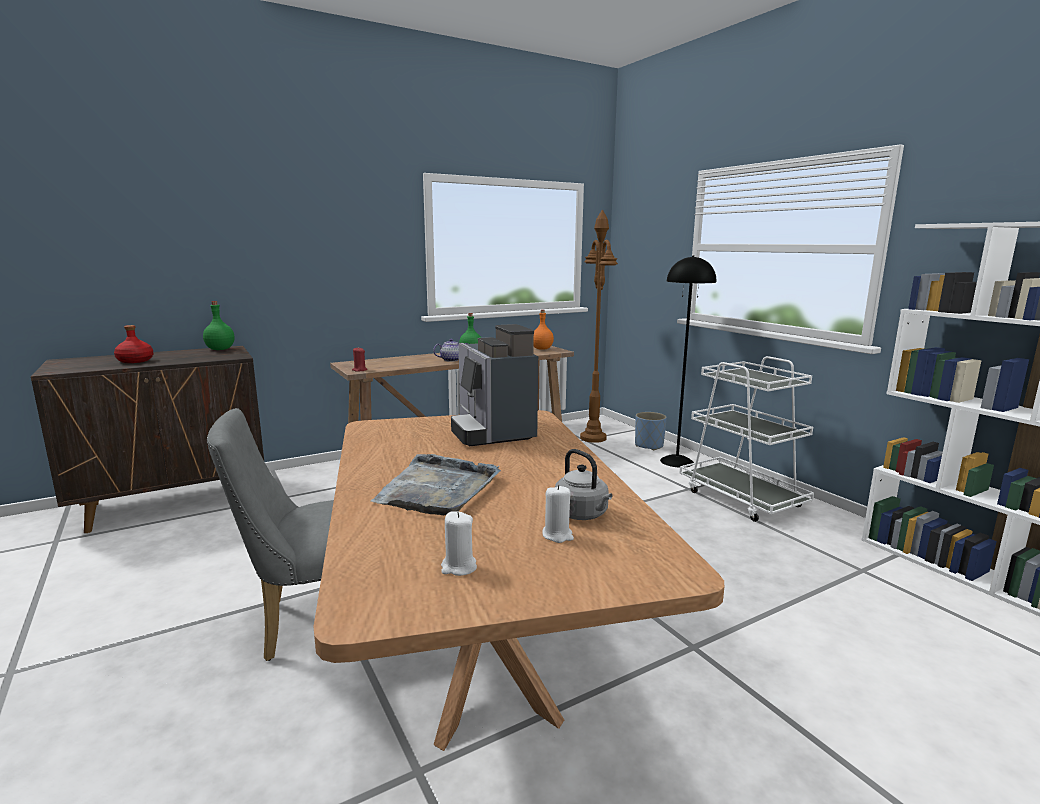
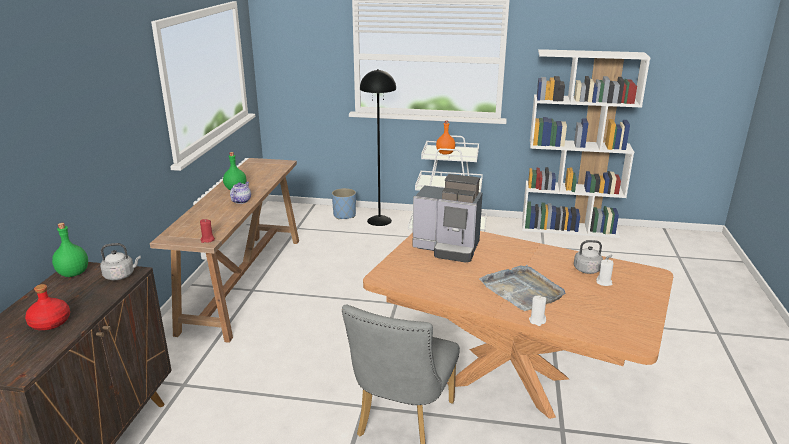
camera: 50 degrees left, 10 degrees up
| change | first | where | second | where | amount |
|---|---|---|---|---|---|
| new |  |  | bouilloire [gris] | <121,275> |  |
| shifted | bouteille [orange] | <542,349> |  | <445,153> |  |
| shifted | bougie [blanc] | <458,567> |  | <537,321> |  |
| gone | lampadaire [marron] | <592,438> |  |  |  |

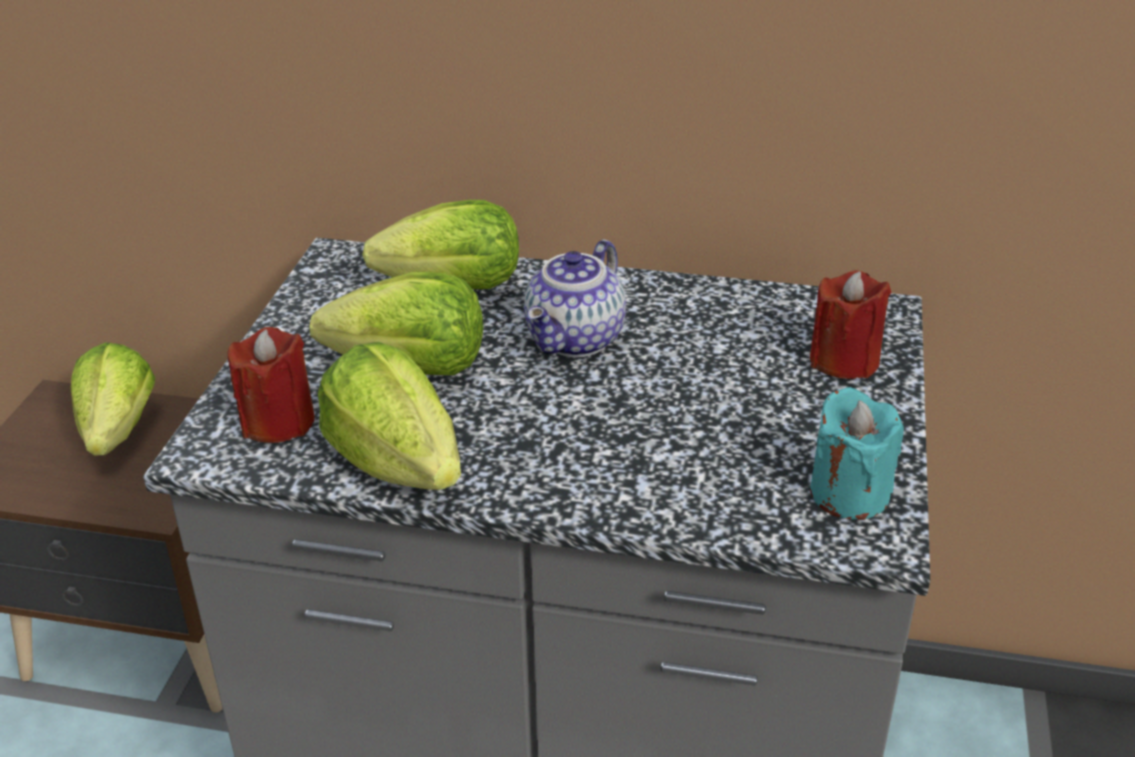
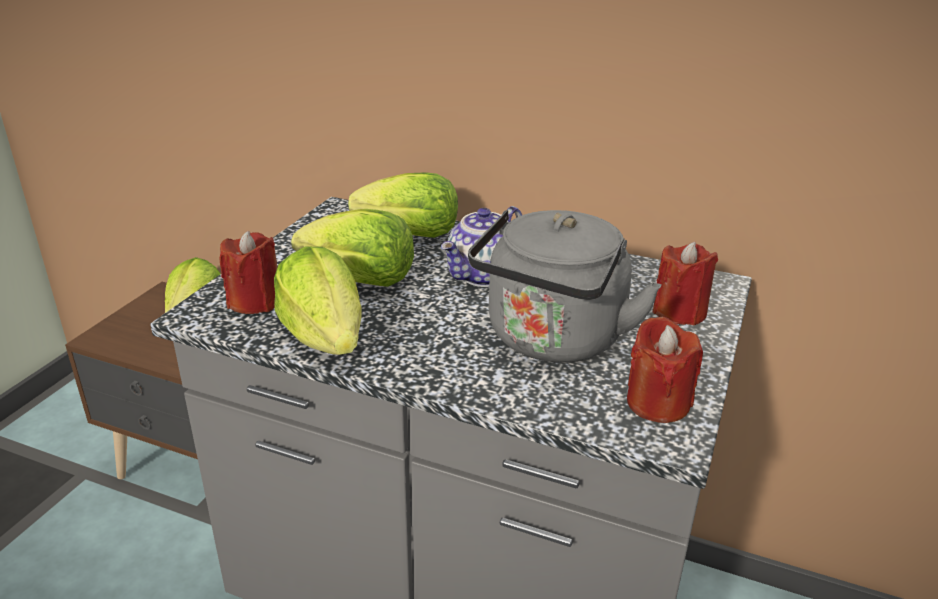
camera: 10 degrees right, 5 degrees down
| change | first | where | second | where | amount |
|---|---|---|---|---|---|
| new |  |  | bouilloire [gris] | <552,341> |  |
| repainted | bougie [turquoise] | <849,493> | bougie [rouge] | <657,403> |  |

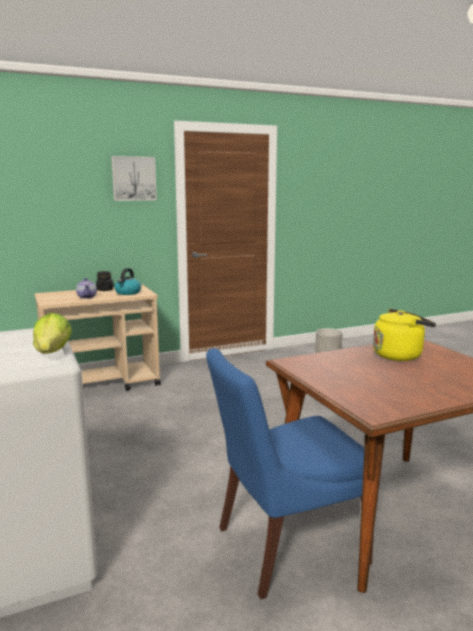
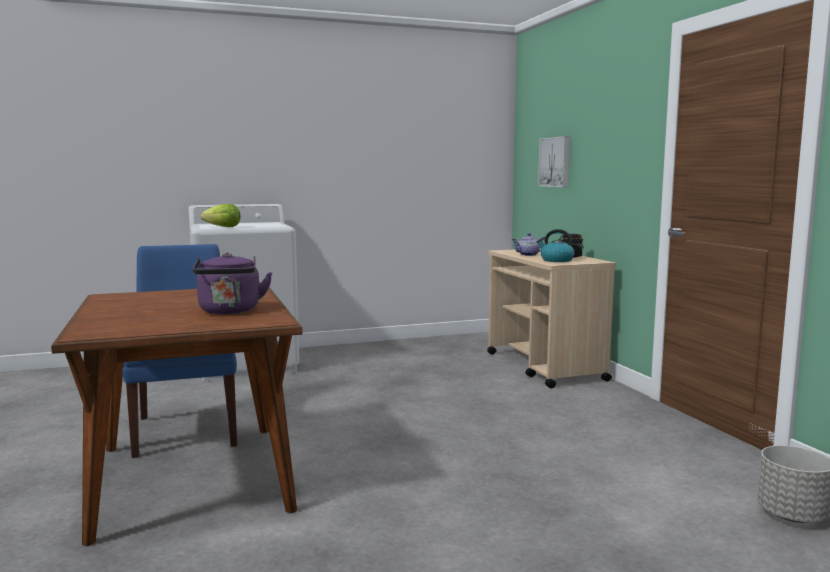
camera: 95 degrees right, 5 degrees down
| change | first | where | second | where | amount |
|---|---|---|---|---|---|
| repainted | bouilloire [jaune] | <399,355> | bouilloire [violet] | <230,311> |  |
| shifted | tableau | <133,178> |  | <556,162> |  |

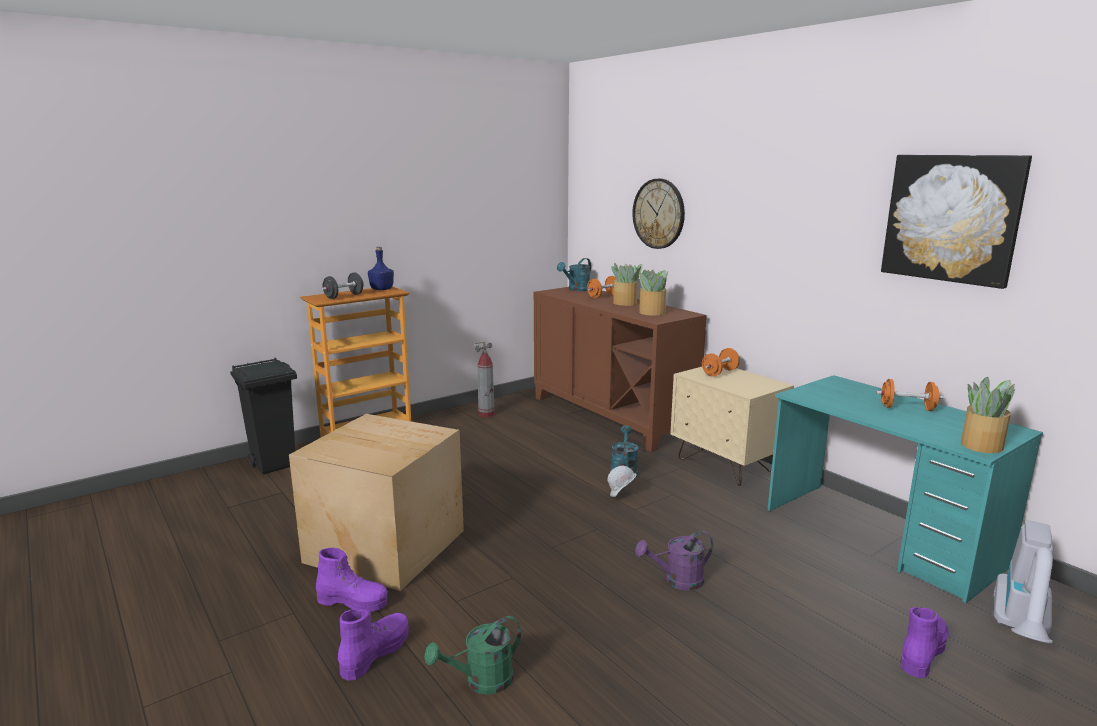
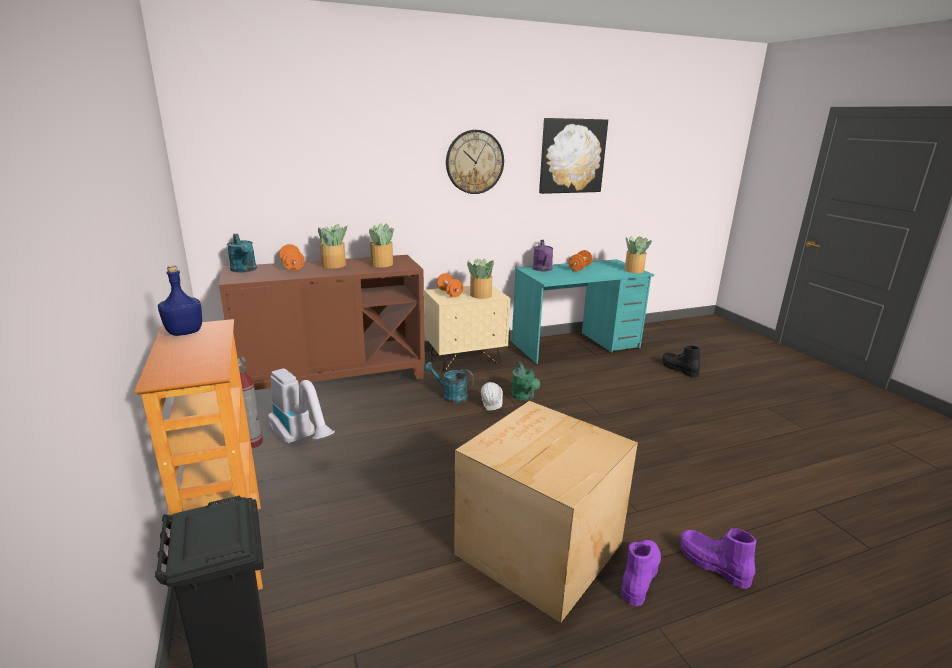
camera: 75 degrees left, 5 degrees up
| change | first | where | second | where | amount |
|---|---|---|---|---|---|
| shifted | aspirateur | <1021,630> |  | <301,439> |  |
| shifted | horloge murale | <658,213> |  | <474,162> |  |
| new |  |  | plante en pot | <480,295> |  |
| shifted | arrosoir [vert] | <481,682> |  | <524,397> |  |
| shifted | arrosoir [violet] | <677,581> |  | <543,269> |  |
| repainted | botte [violet] | <922,652> | botte [noir] | <679,369> |  |
| gone | haltère [noir] | <344,296> |  |  |  |

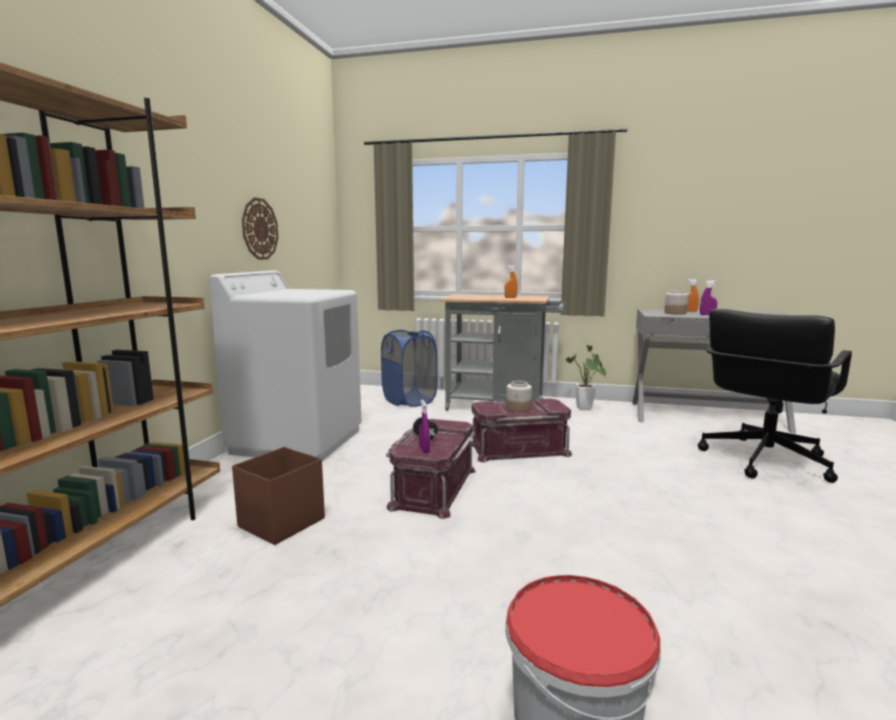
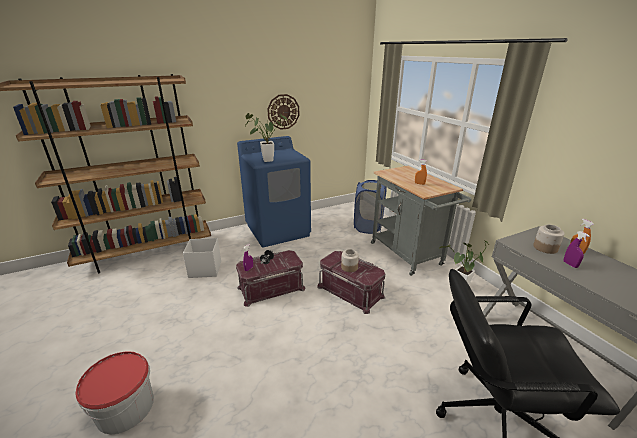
camera: 50 degrees right, 15 degrees up
| change | first | where | second | where | amount |
|---|---|---|---|---|---|
| repainted | boîte de rangement [marron] | <280,523> | boîte de rangement [blanc] | <204,269> |  |
| repainted | lave-linge [blanc] | <298,441> | lave-linge [bleu] | <278,230> |  |
| new |  |  | plante en pot | <265,160> |  |

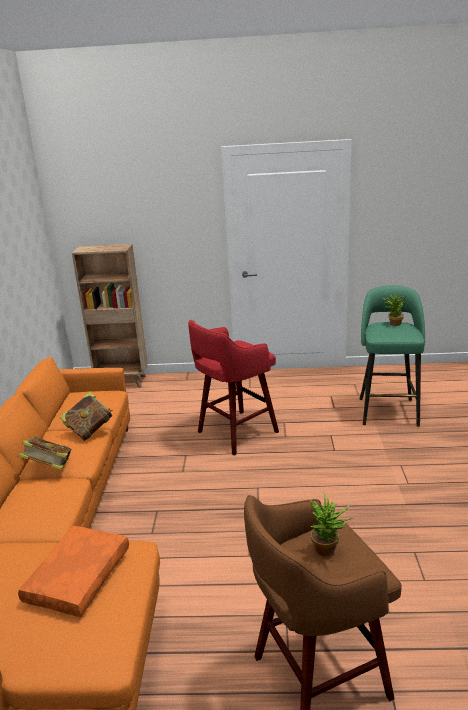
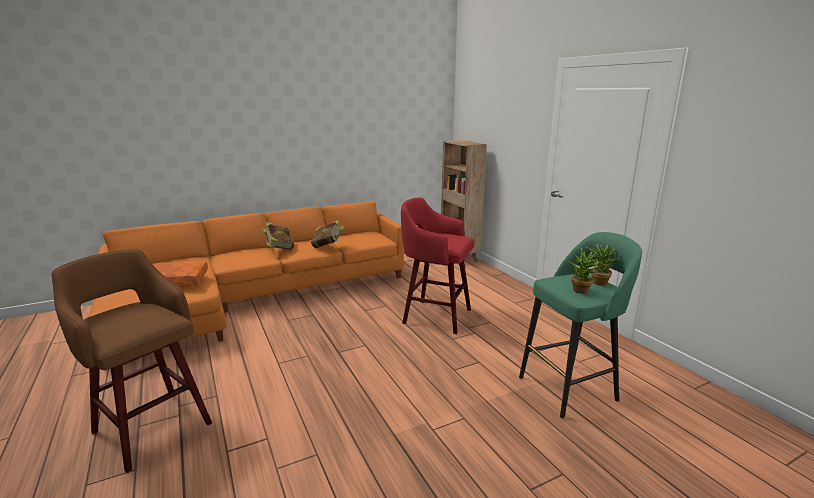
camera: 60 degrees right, 5 degrees down
| change | first | where | second | where | amount |
|---|---|---|---|---|---|
| shifted | plante en pot | <329,550> |  | <581,292> |  |

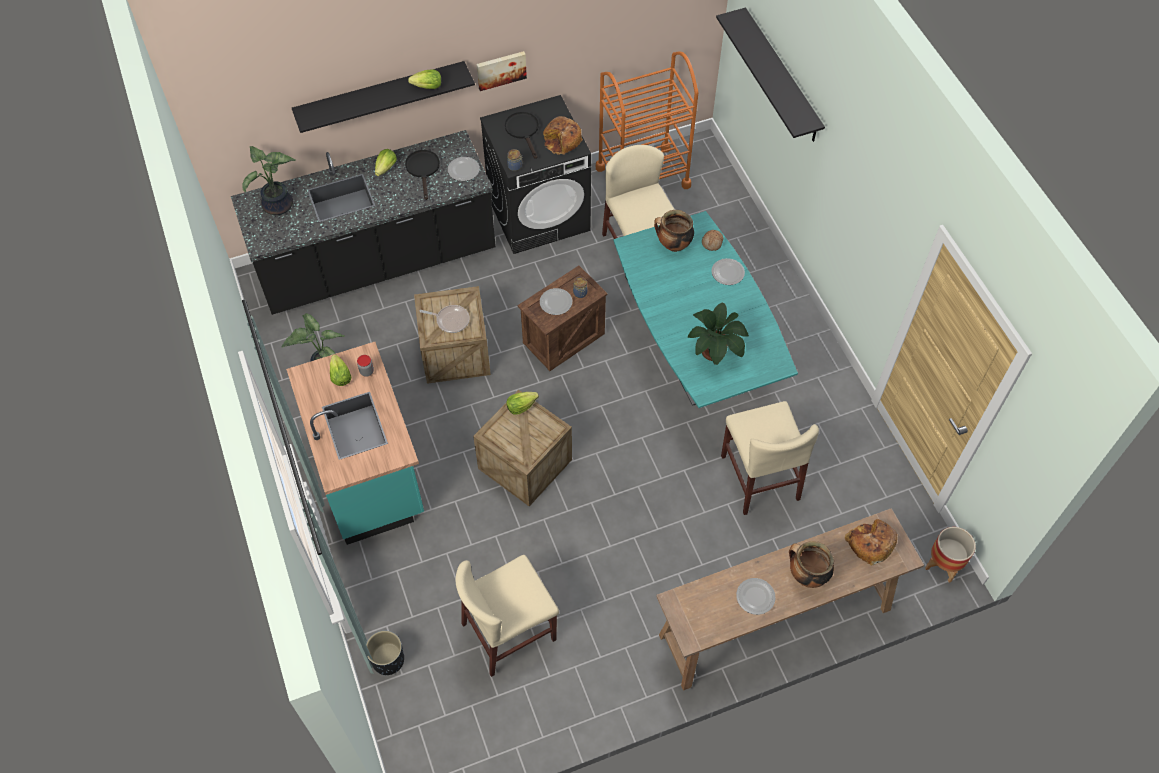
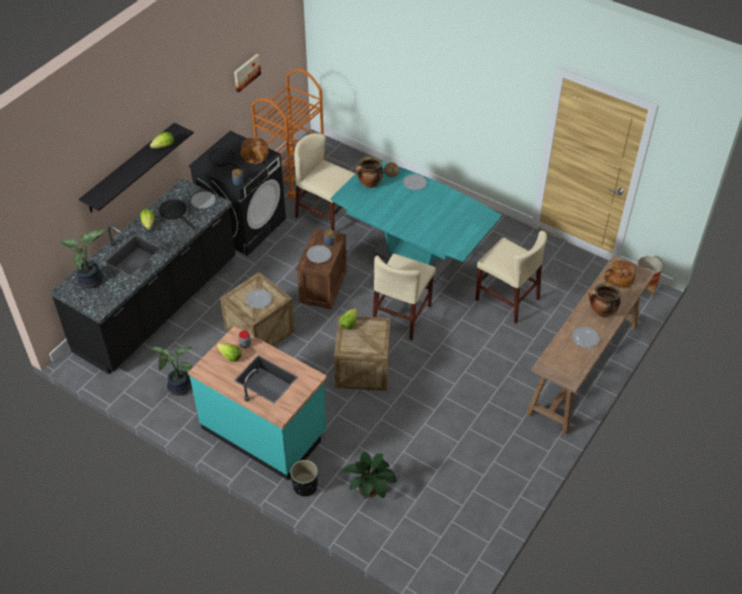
camera: 35 degrees left, 10 degrees down
| change | first | where | second | where | amount |
|---|---|---|---|---|---|
| shifted | tableau | <501,69> |  | <246,72> |  |
| swapped | poêle | <450,320> | assiette | <258,299> |  |
| shifted | cache-pot [noir] | <388,660> |  | <305,486> |  |
| shifted | plante en pot | <715,352> |  | <370,489> |  |
| shifted | chaise [beige] | <509,631> |  | <402,316> |  |
| gone | étagère [noir] | <781,76> |  |  |  |

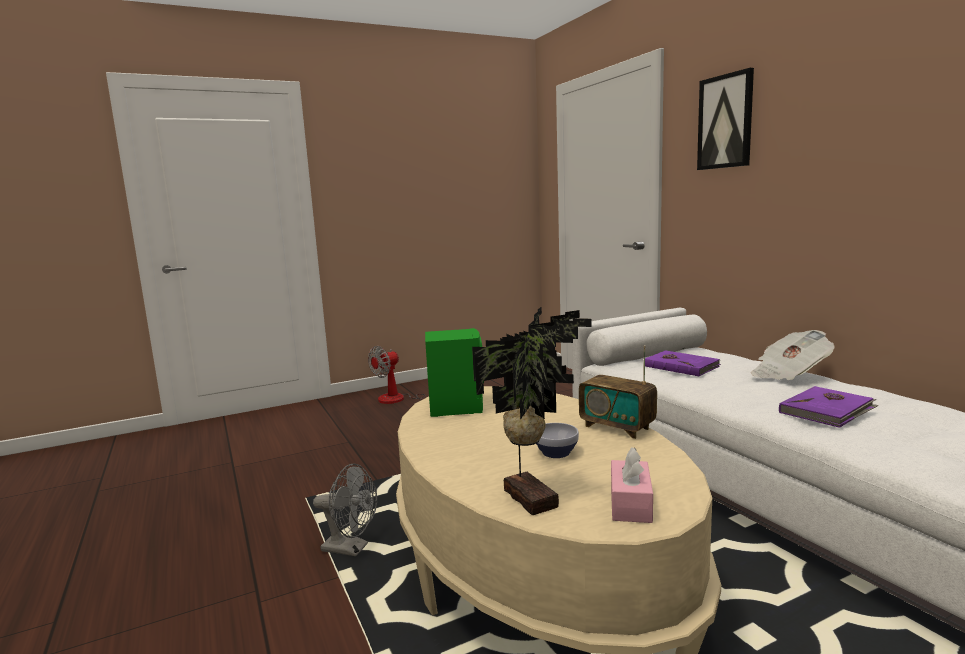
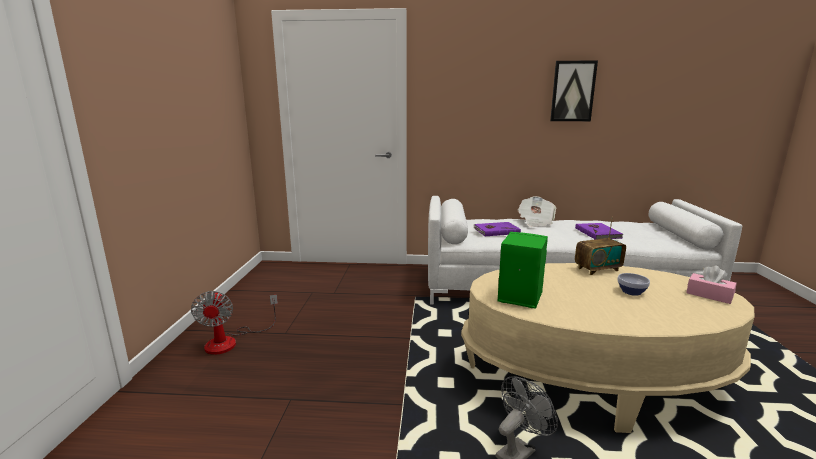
camera: 60 degrees left, 5 degrees up
| change | first | where | second | where | amount |
|---|---|---|---|---|---|
| shifted | tableau | <725,122> |  | <572,91> |  |
| gone | plante en pot | <533,497> |  |  |  |

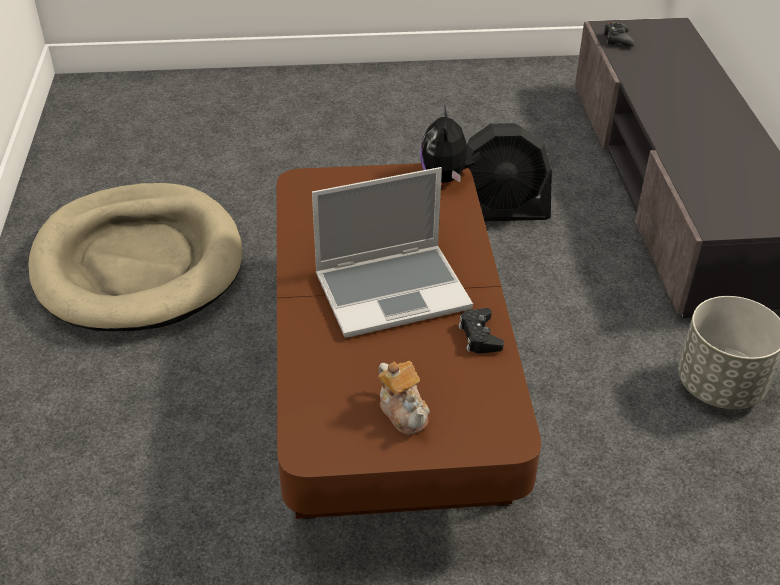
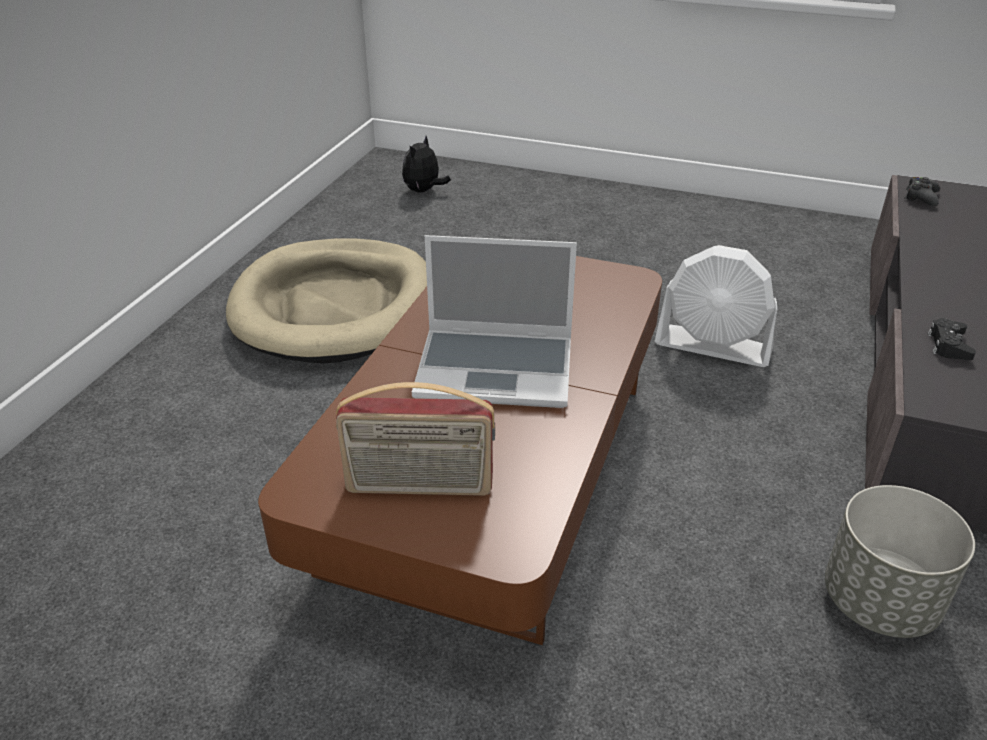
camera: 25 degrees right, 5 degrees down
| change | first | where | second | where | amount |
|---|---|---|---|---|---|
| swapped | théière | <403,411> | radio | <419,486> |  |
| shifted | peluche | <446,178> |  | <424,191> |  |
| repainted | ventilateur [noir] | <498,211> | ventilateur [blanc] | <713,346> |  |
| shifted | manette [noir] | <479,336> |  | <948,345> |  |

